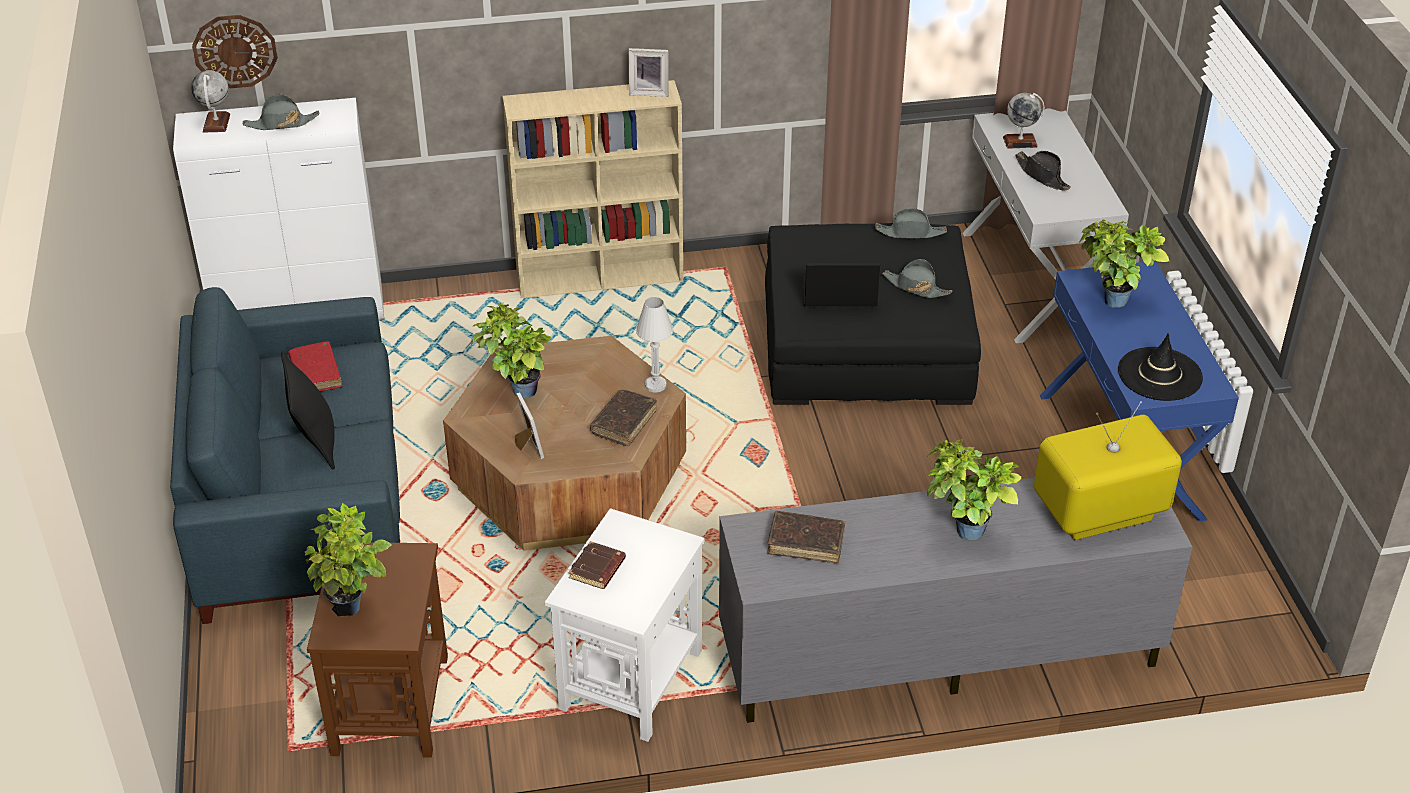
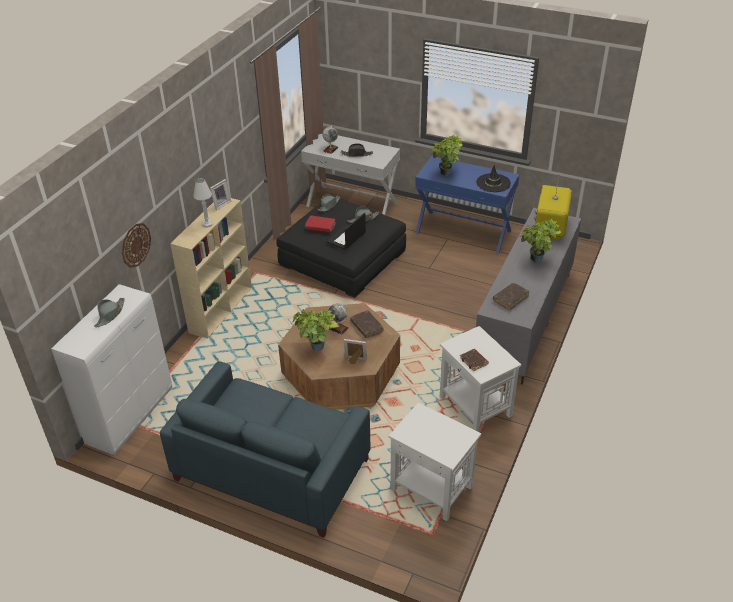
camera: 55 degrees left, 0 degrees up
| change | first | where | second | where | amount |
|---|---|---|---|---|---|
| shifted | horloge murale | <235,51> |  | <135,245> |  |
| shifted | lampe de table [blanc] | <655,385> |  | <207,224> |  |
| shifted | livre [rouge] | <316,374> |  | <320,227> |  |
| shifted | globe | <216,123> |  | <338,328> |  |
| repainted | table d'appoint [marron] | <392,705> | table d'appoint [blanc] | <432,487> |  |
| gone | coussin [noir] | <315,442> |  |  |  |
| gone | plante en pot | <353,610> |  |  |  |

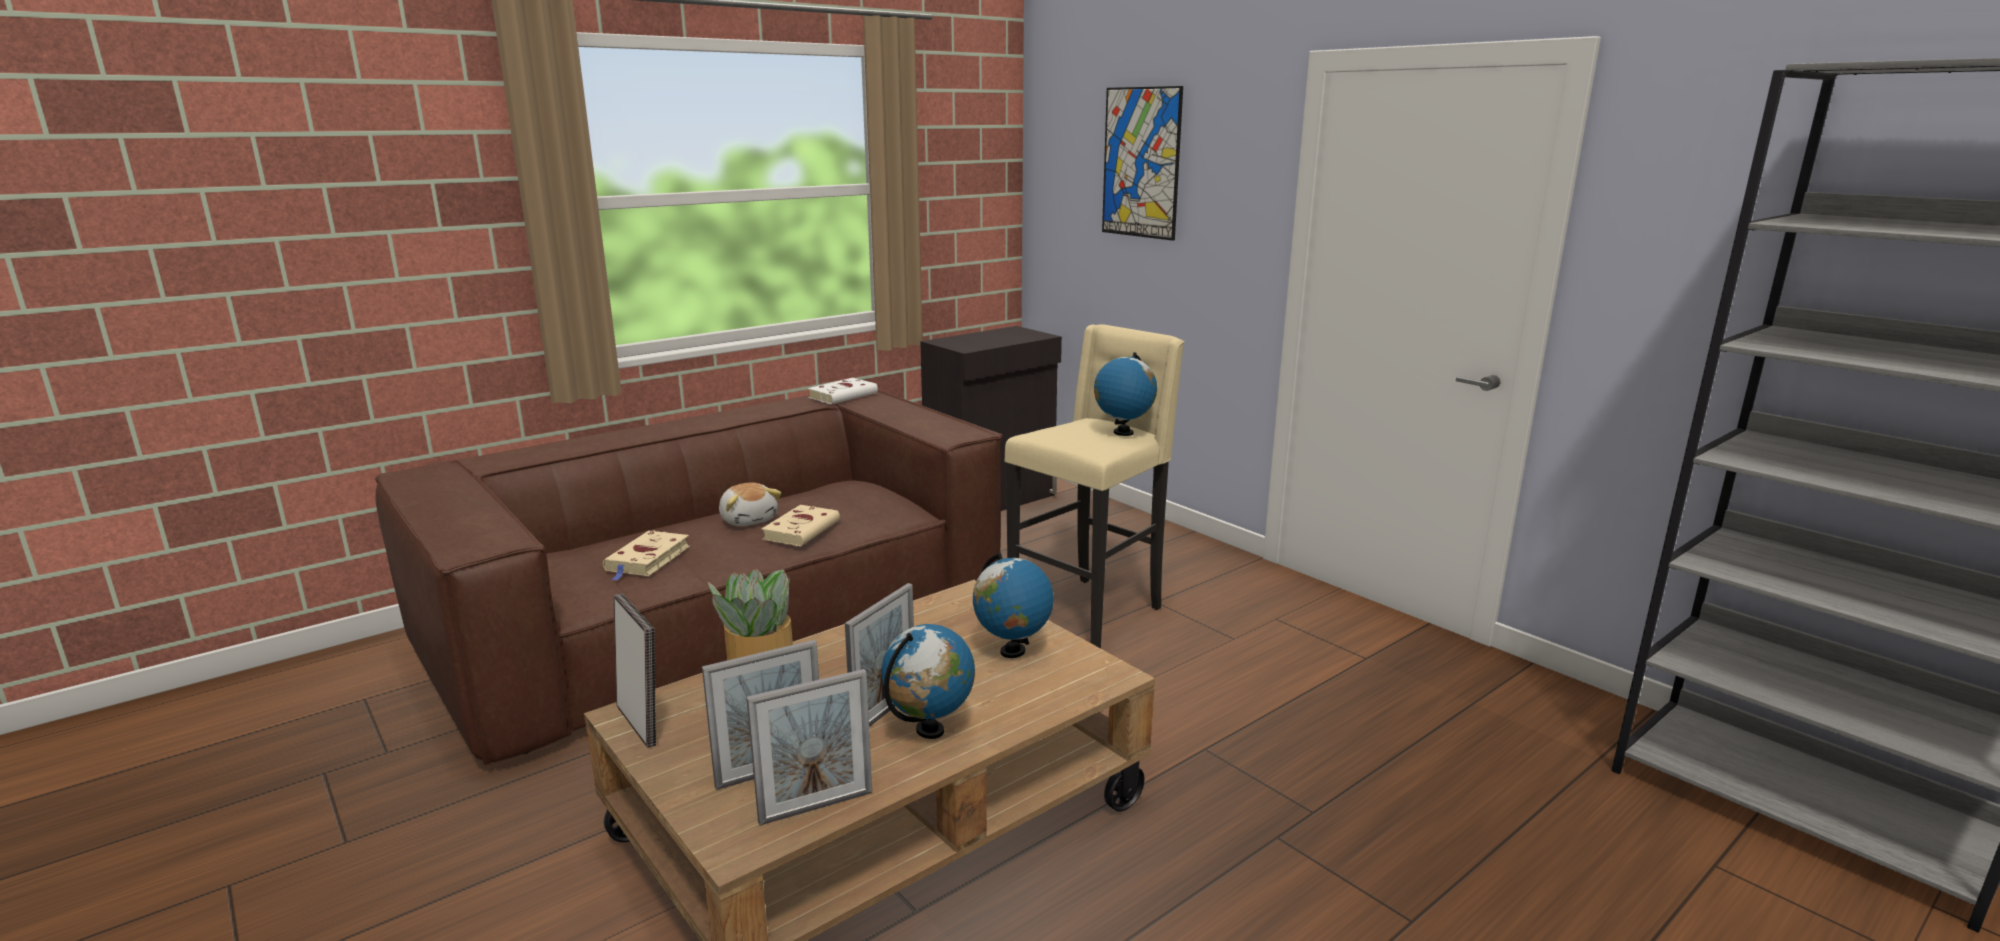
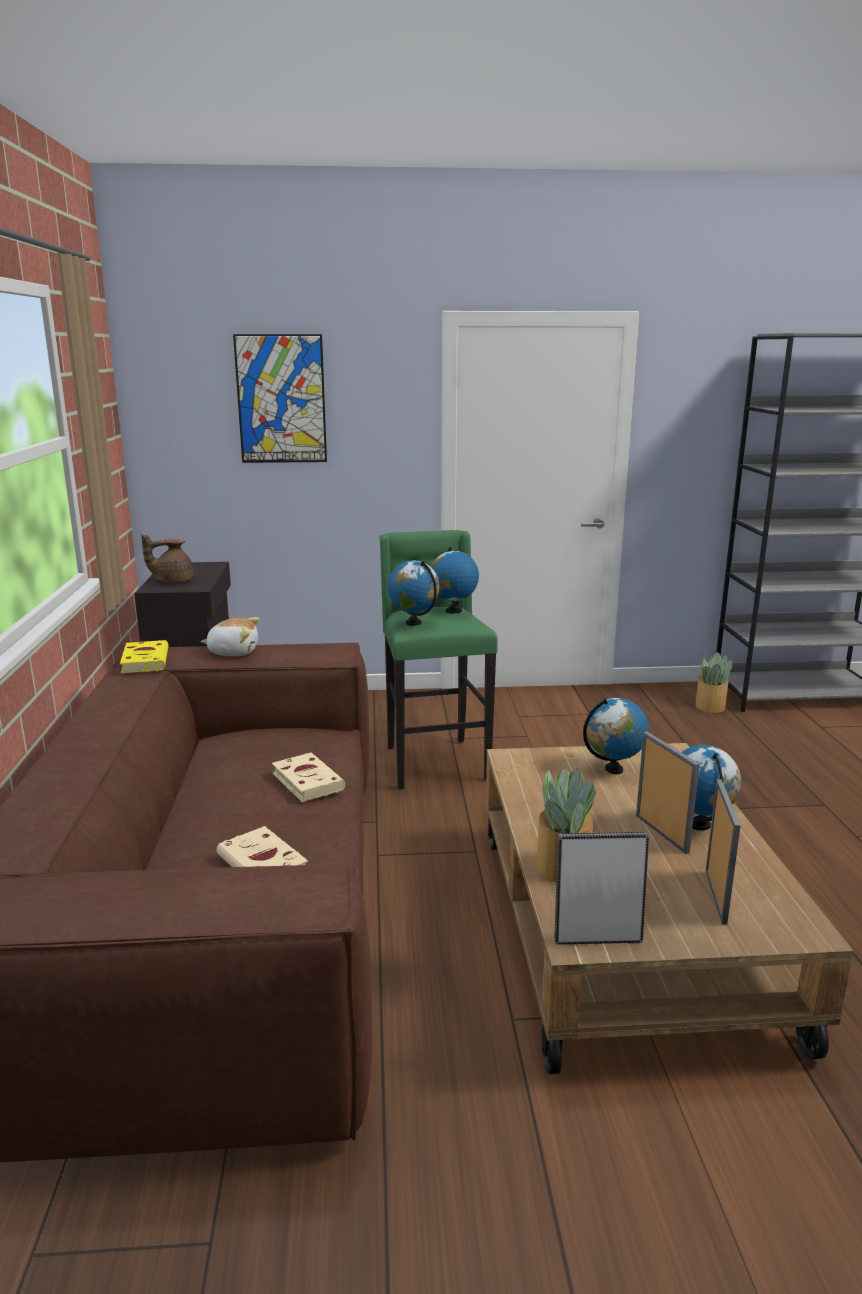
camera: 55 degrees left, 0 degrees up
| change | first | where | second | where | amount |
|---|---|---|---|---|---|
| repainted | livre [blanc] | <844,395> | livre [jaune] | <145,660> |  |
| new |  |  | théière [marron] | <172,581> |  |
| shifted | peluche | <749,519> |  | <233,652> |  |
| repainted | tabouret [beige] | <1089,611> | tabouret [vert] | <433,762> |  |
| new |  |  | globe | <414,623> |  |
| new |  |  | plante en pot | <710,706> |  |
| gone | cadre photo | <816,807> |  |  |  |

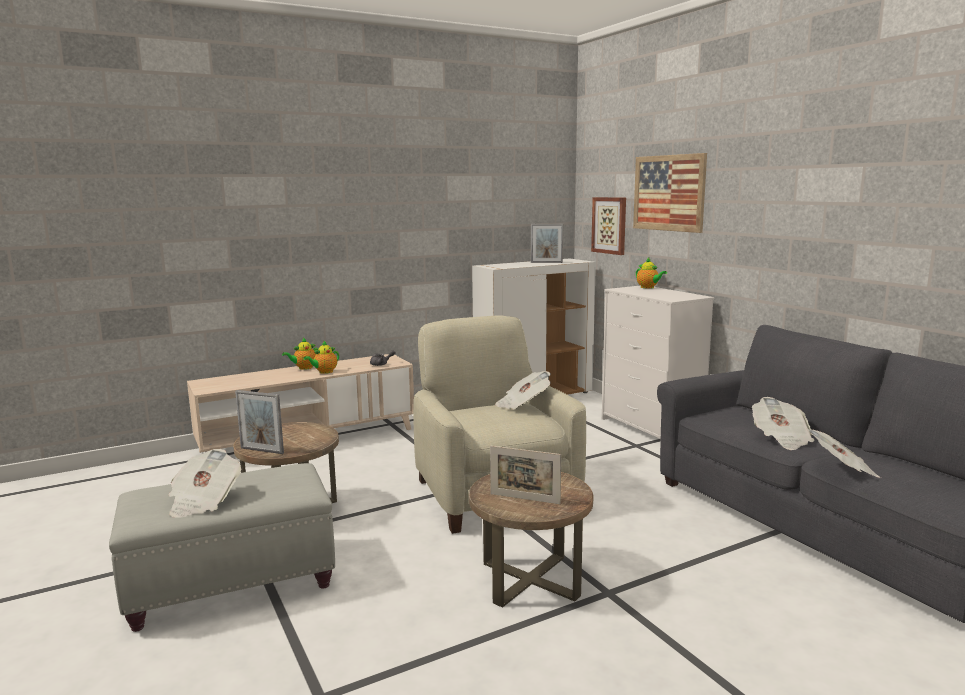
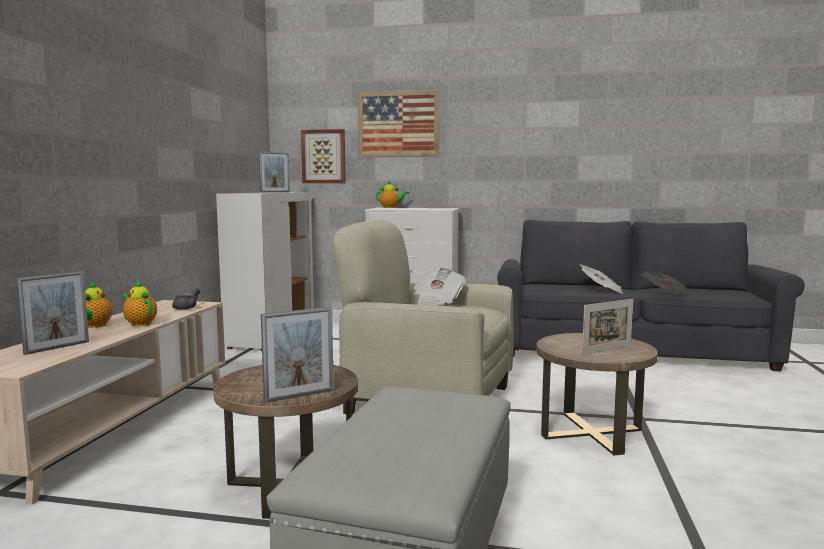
camera: 50 degrees left, 5 degrees down
| change | first | where | second | where | amount |
|---|---|---|---|---|---|
| new |  |  | cadre photo | <57,348> |  |
| rotated | théière | <324,372> |  | <139,323> | 135 degrees clockwise |
| gone | journal | <203,501> |  |  |  |

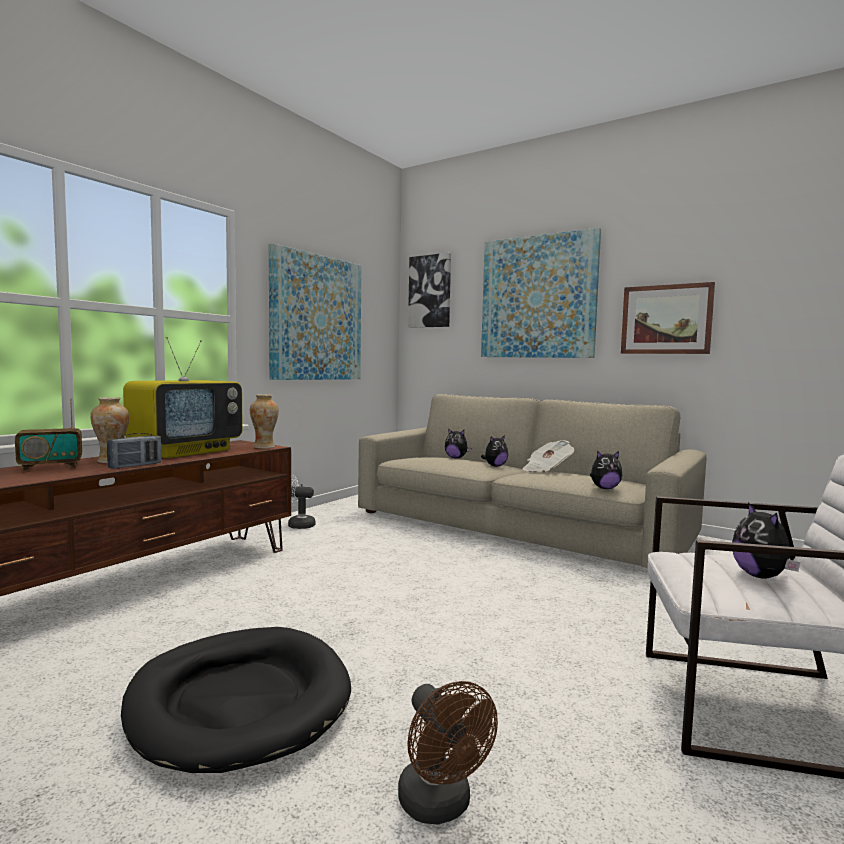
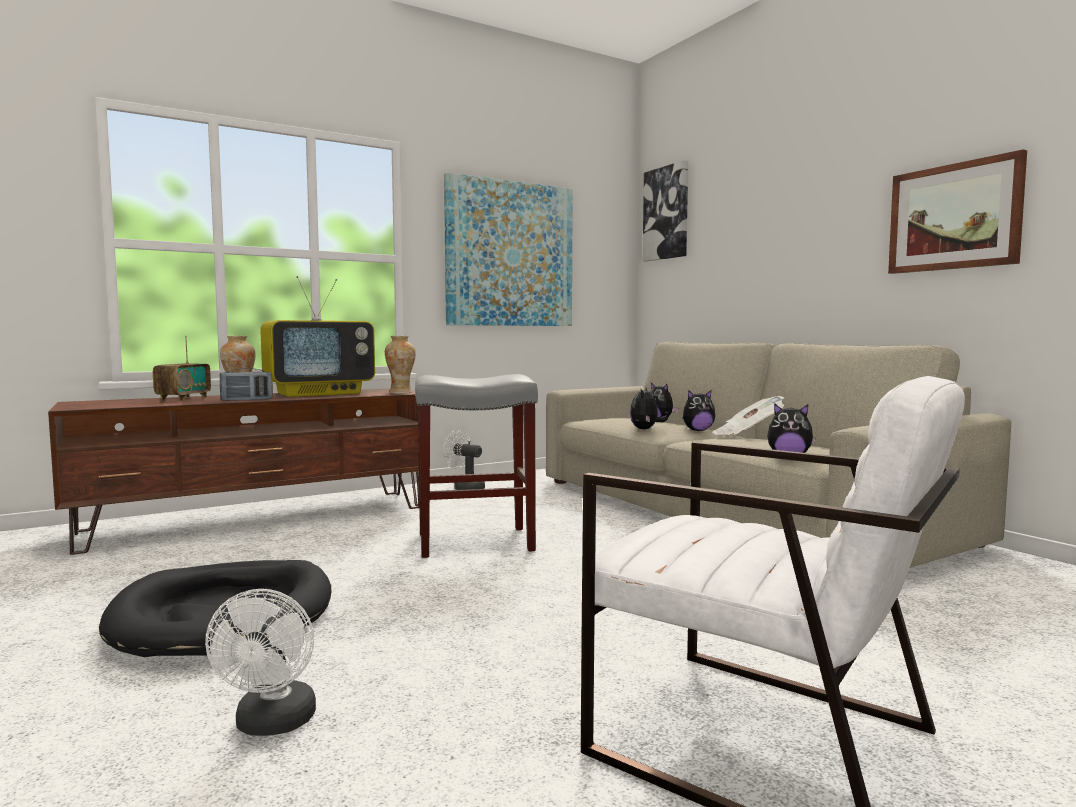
camera: 25 degrees right, 0 degrees up
| change | first | where | second | where | amount |
|---|---|---|---|---|---|
| rotated | radio | <51,467> |  | <183,399> | 75 degrees counterclockwise |
| repainted | ventilateur [marron] | <440,806> | ventilateur [blanc] | <272,725> |  |
| new |  |  | tabouret [gris] | <476,541> |  |
| shifted | peluche | <761,576> |  | <645,429> |  |
| gone | tableau | <538,297> |  |  |  |

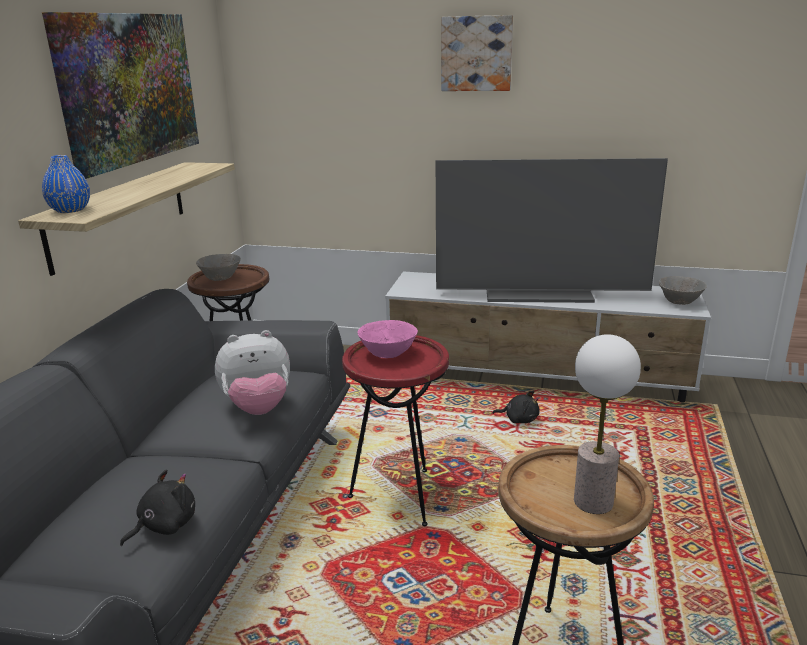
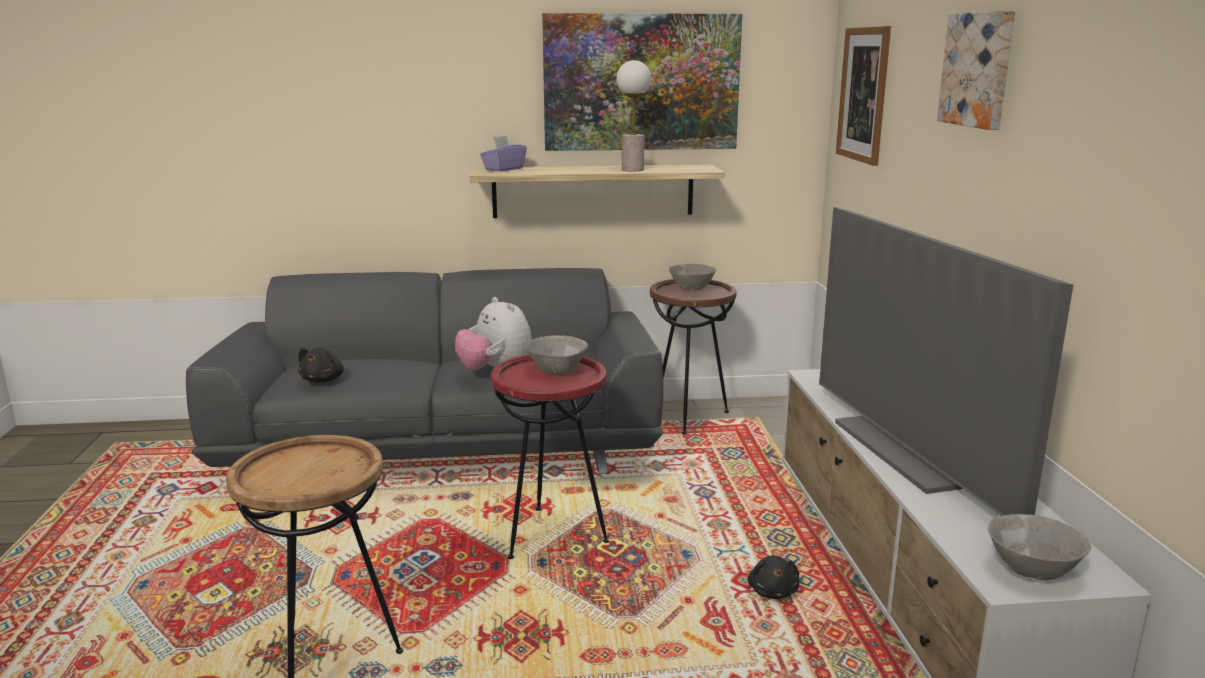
camera: 70 degrees right, 5 degrees down
| change | first | where | second | where | amount |
|---|---|---|---|---|---|
| rotated | peluche [noir] | <164,525> |  | <323,380> | 75 degrees clockwise |
| swapped | vase [bleu] | <70,210> | boîte à mouchoirs [violet] | <503,169> |  |
| repainted | bol [rose] | <387,354> | bol [gris] | <557,370> |  |
| shifted | lampe de table | <592,502> |  | <632,169> |  |
| new |  |  | tableau | <863,94> |  |

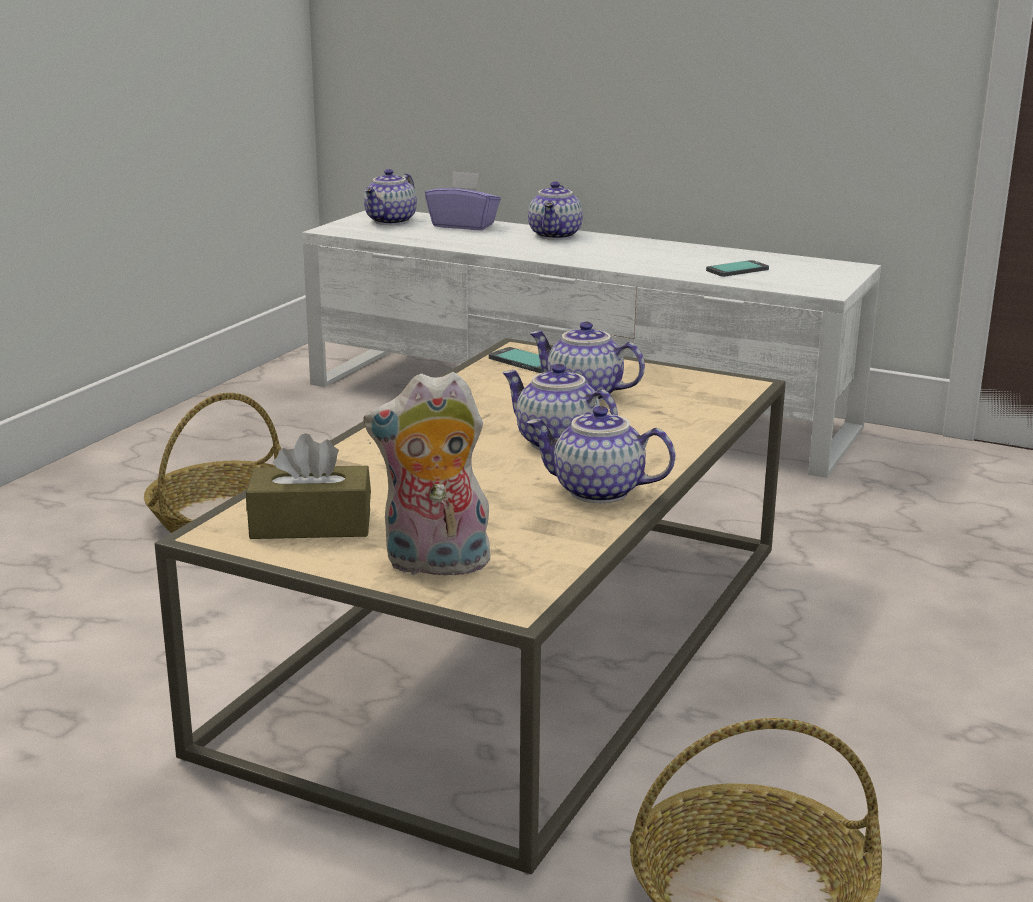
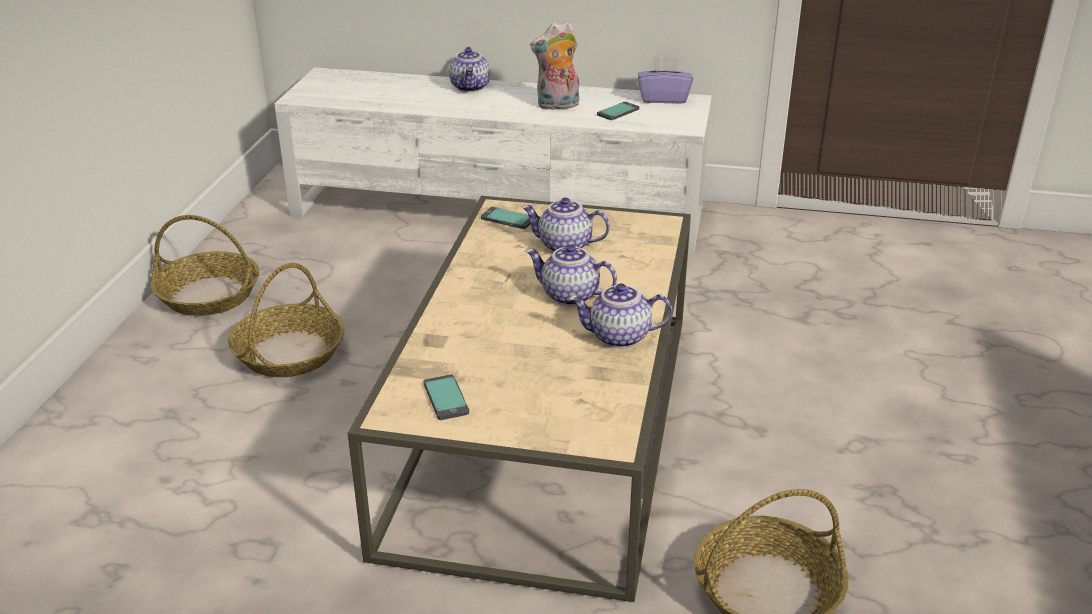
camera: 15 degrees left, 10 degrees up
| change | first | where | second | where | amount |
|---|---|---|---|---|---|
| new |  |  | panier | <208,295> |  |
| swapped | boîte à mouchoirs [marron] | <311,525> | téléphone | <446,398> |  |
| shifted | peluche | <434,565> |  | <557,106> |  |
| shifted | boîte à mouchoirs [violet] | <463,225> |  | <663,98> |  |
| gone | théière | <391,221> |  |  |  |

